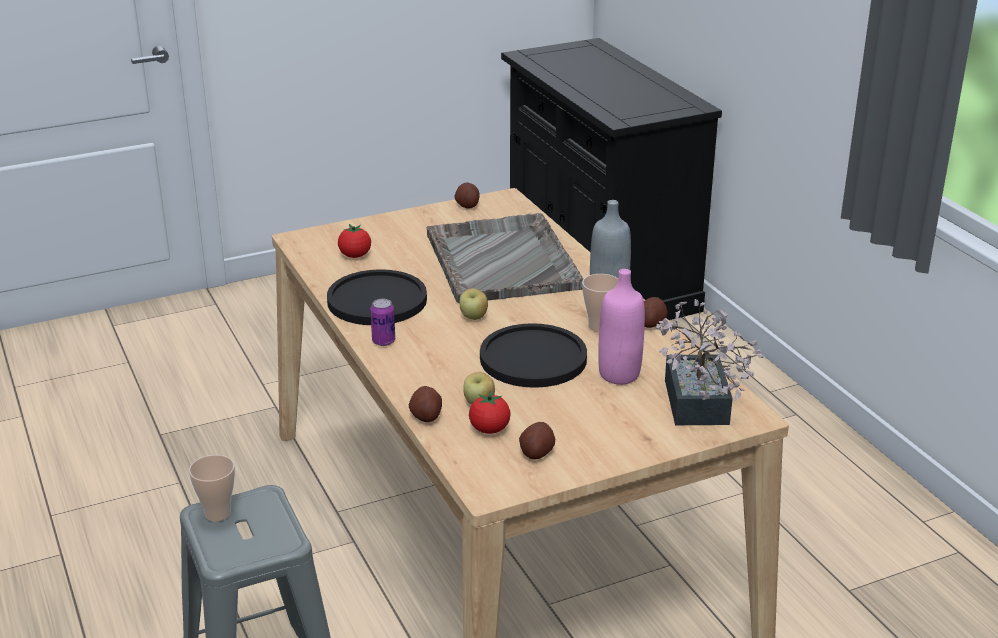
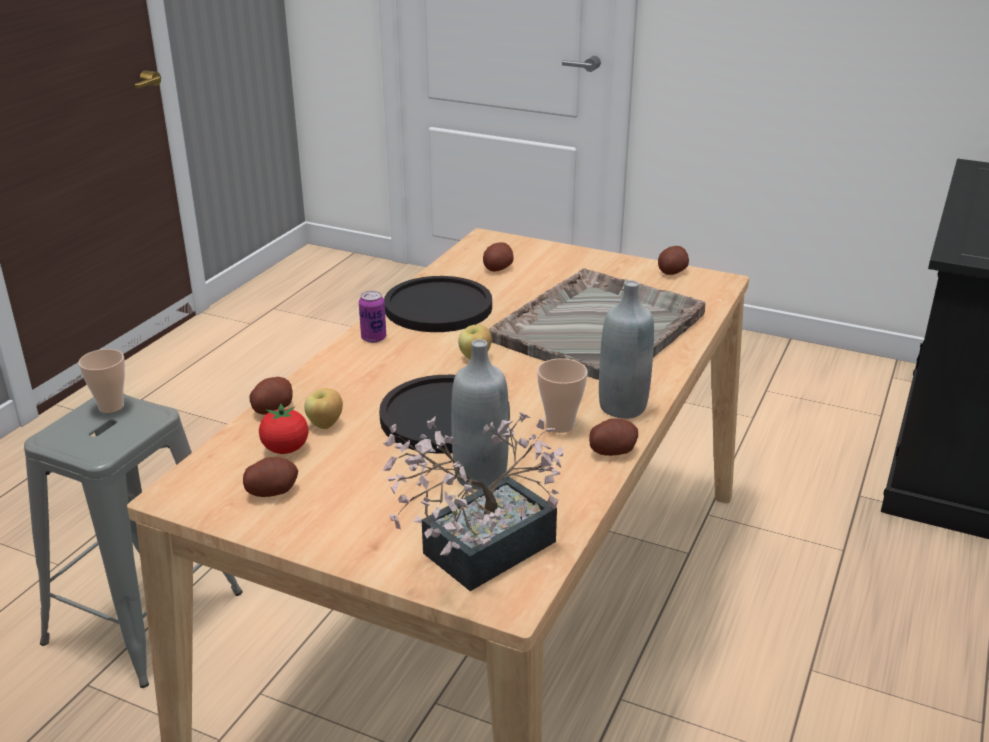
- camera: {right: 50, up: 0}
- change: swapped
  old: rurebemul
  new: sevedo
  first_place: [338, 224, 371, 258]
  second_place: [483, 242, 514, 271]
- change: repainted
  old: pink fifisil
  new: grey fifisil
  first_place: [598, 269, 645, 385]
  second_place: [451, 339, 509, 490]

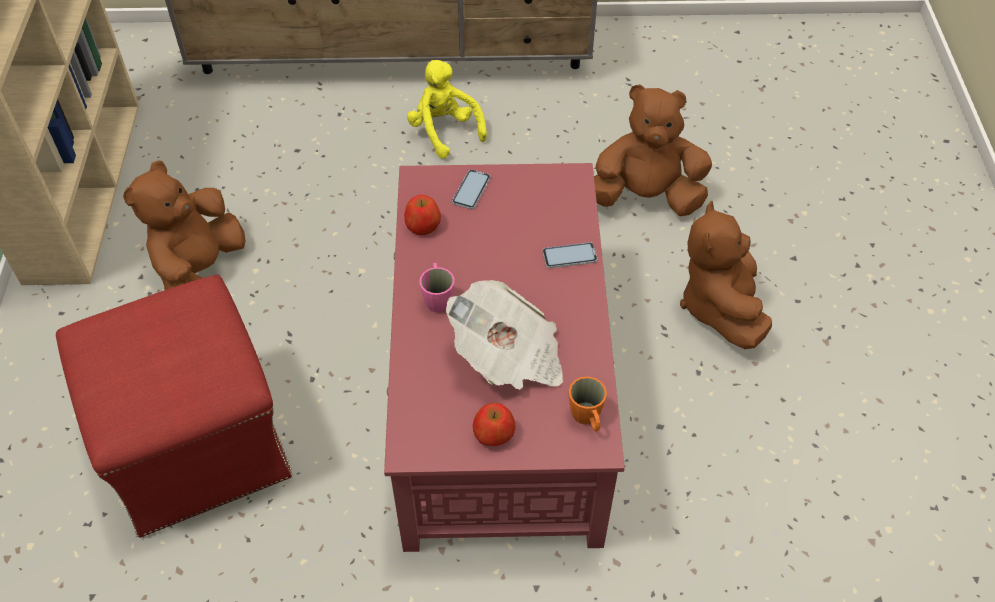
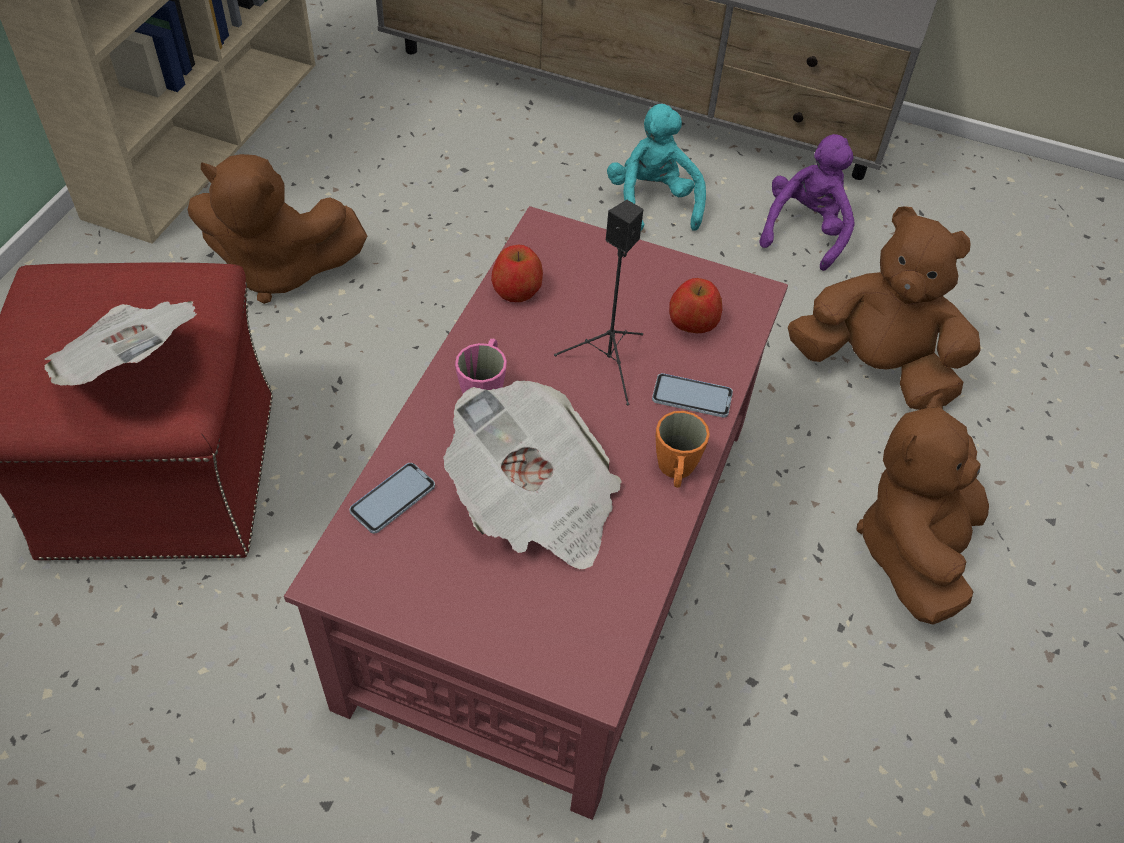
- camera: {right: 20, up: 0}
- change: new
  new: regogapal
  second_place: [44, 301, 197, 386]
- change: new
  new: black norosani
  second_place: [554, 200, 643, 406]
- change: new
  new: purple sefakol
  second_place: [759, 134, 854, 271]
- change: shifted
  old: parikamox
  first_place: [452, 170, 491, 209]
  second_place: [349, 463, 435, 534]
- change: shifted
  old: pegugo
  first_place: [473, 403, 516, 446]
  second_place: [669, 278, 722, 333]
- change: shifted
  old: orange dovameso
  first_place: [568, 376, 607, 431]
  second_place: [656, 411, 710, 488]
- change: repainted
  old: yellow sefakol
  new: turquoise sefakol
  first_place: [407, 60, 487, 159]
  second_place: [607, 104, 706, 231]
- change: rotated
  old: brown sefakol
  first_place: [123, 160, 246, 290]
  second_place: [188, 154, 367, 304]
  degrees: -120

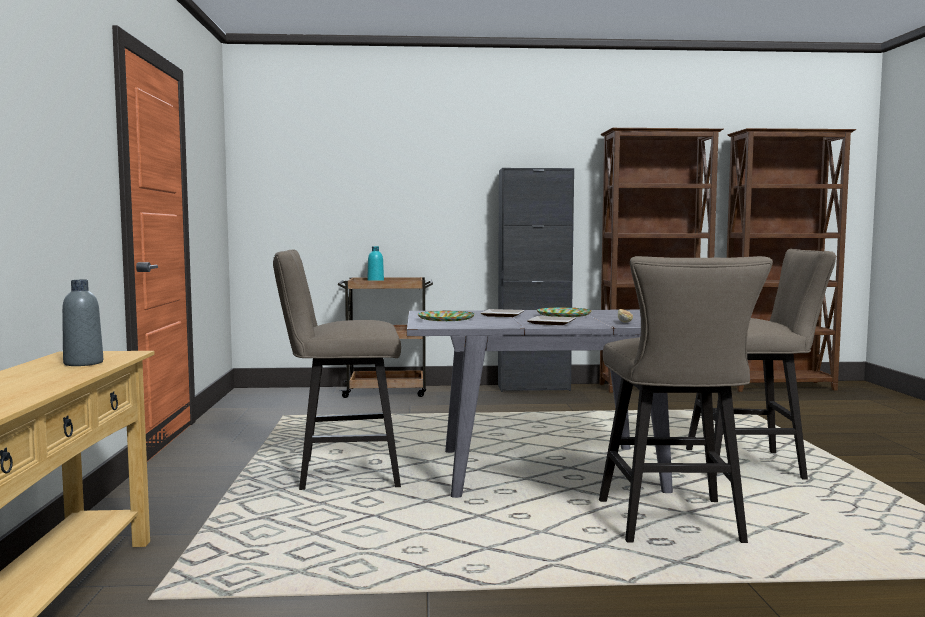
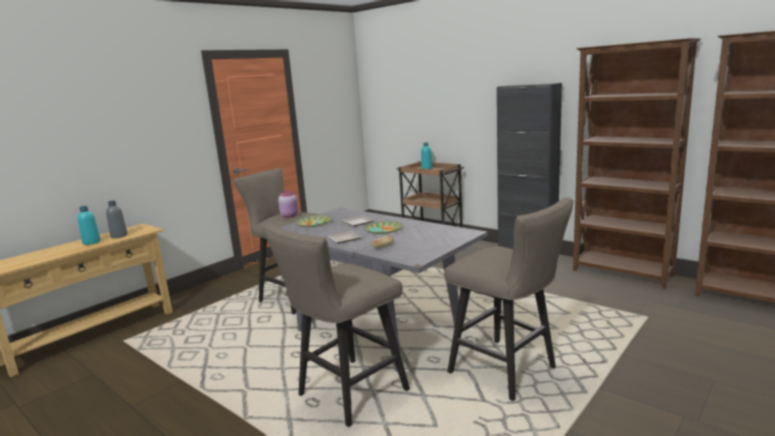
- camera: {right: 45, up: 10}
- change: new
  new: turquoise fifisil
  second_place: [78, 206, 101, 245]
- change: new
  new: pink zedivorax
  second_place: [278, 191, 298, 218]

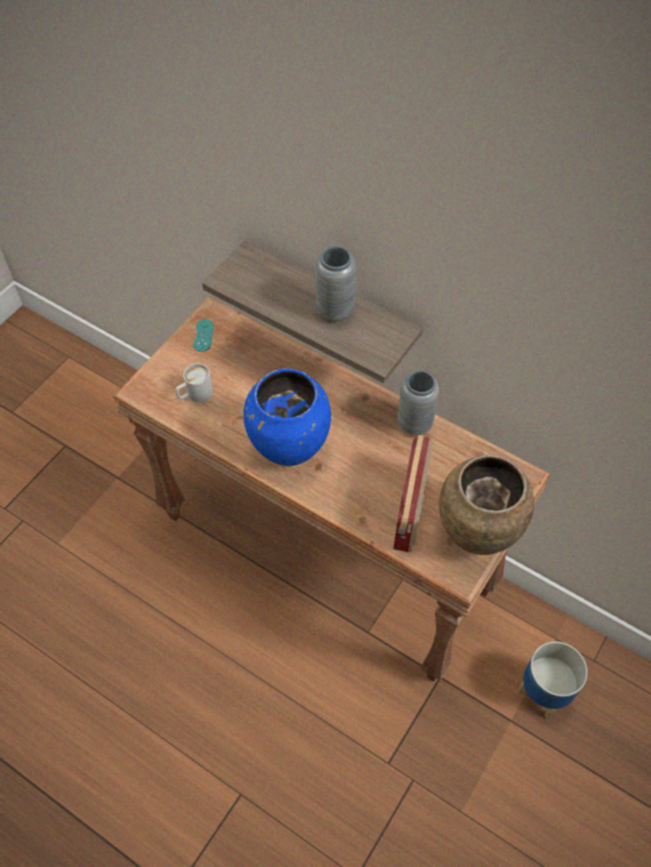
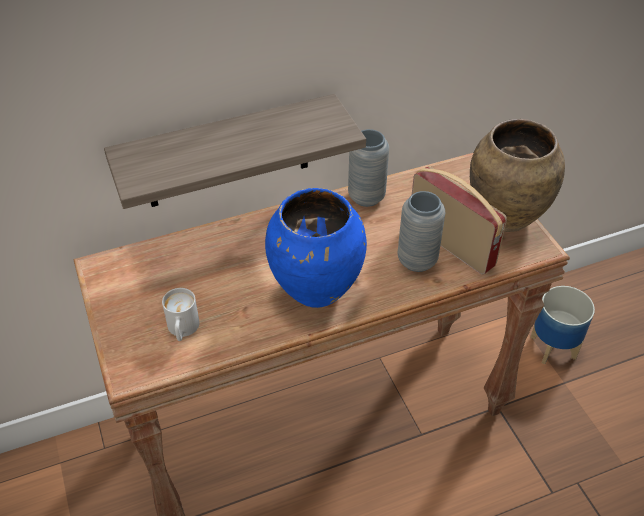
- camera: {right: -55, up: -10}
- change: gone
  old: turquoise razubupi
  first_place: [193, 319, 214, 352]
- change: shifted
  old: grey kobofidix
  first_place: [315, 246, 356, 322]
  second_place: [398, 191, 445, 272]

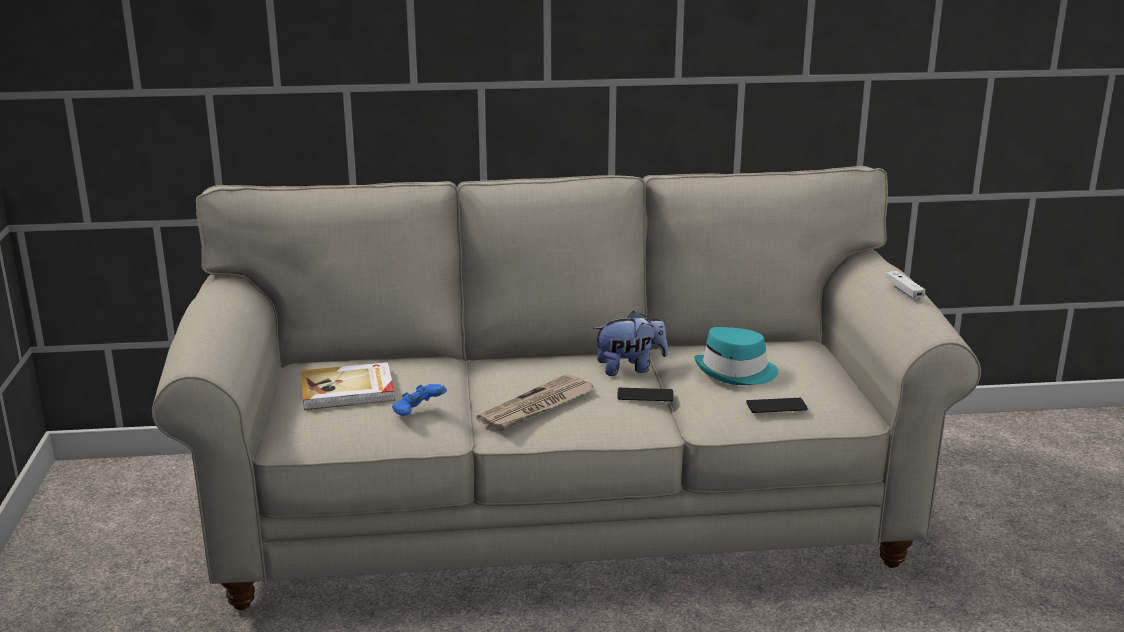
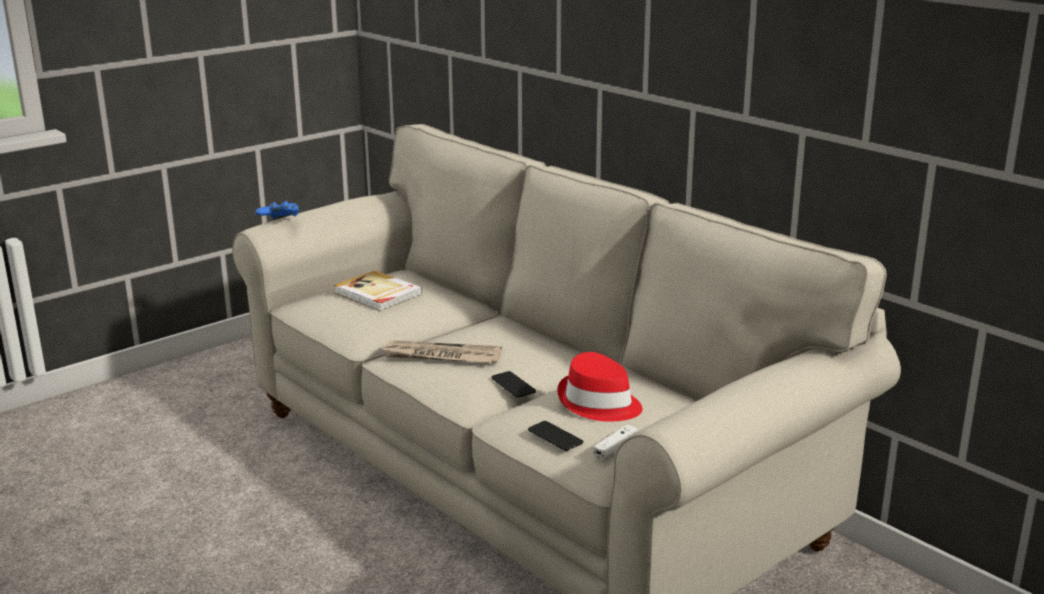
- camera: {right: 55, up: 0}
- change: gone
  old: sefakol
  first_place: [593, 311, 668, 376]
- change: shifted
  old: blue razubupi
  first_place: [392, 384, 447, 416]
  second_place: [255, 201, 299, 218]
- change: shifted
  old: white razubupi
  first_place: [885, 271, 925, 300]
  second_place: [593, 424, 638, 460]
- change: repainted
  old: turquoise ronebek
  new: red ronebek
  first_place: [694, 327, 778, 385]
  second_place: [557, 352, 642, 422]

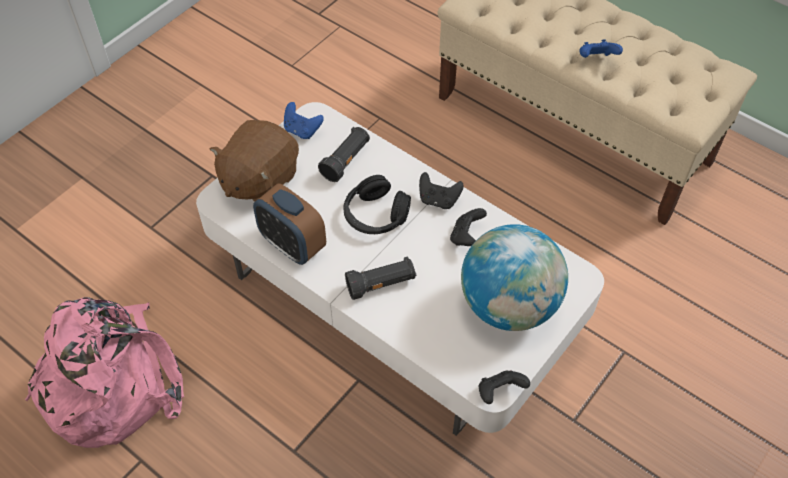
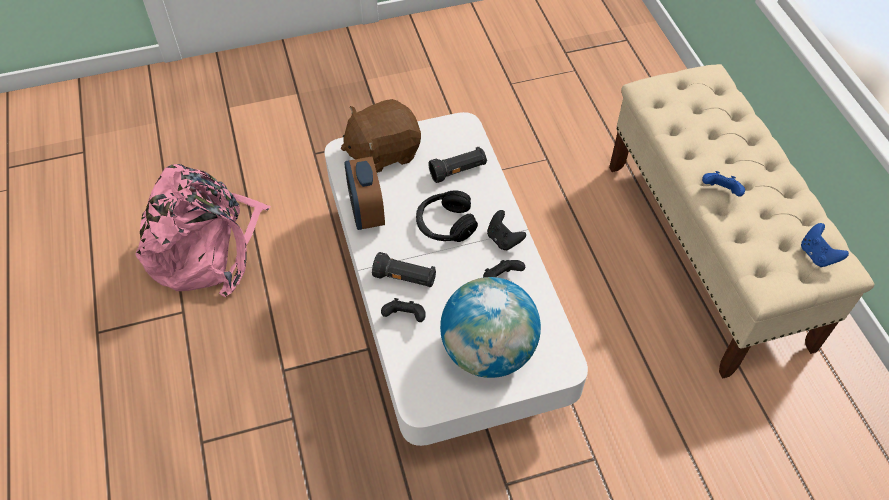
- camera: {right: 35, up: 0}
- change: shifted
  old: blue razubupi
  first_place: [284, 102, 324, 139]
  second_place: [801, 223, 849, 267]
- change: shifted
  old: black razubupi
  first_place: [479, 371, 530, 404]
  second_place: [381, 298, 426, 322]

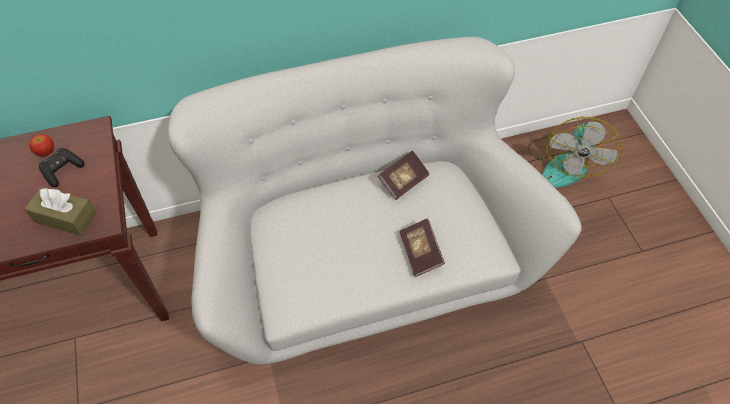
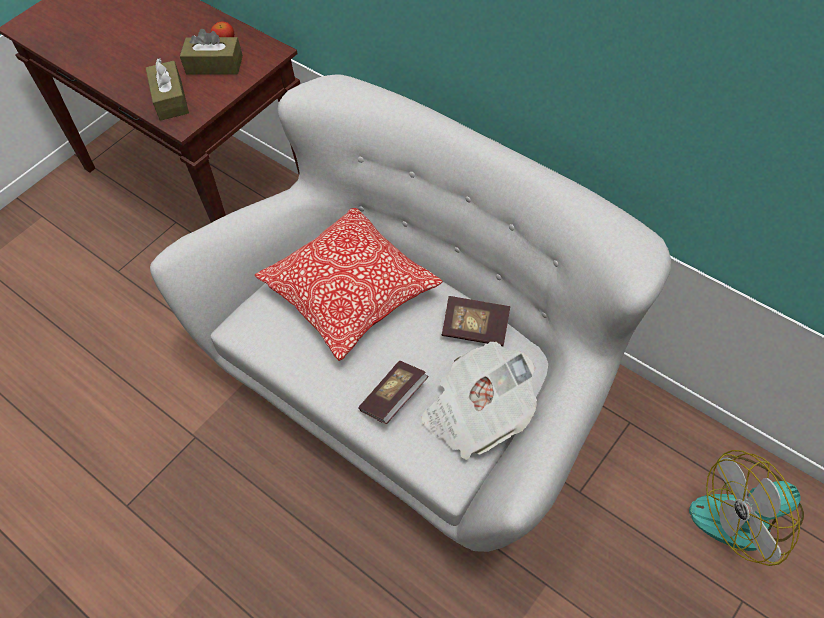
- camera: {right: 60, up: 0}
- change: new
  new: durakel
  second_place: [254, 208, 443, 361]
- change: new
  new: regogapal
  second_place: [422, 342, 537, 460]
- change: swapped
  old: black razubupi
  new: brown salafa
  first_place: [39, 148, 84, 187]
  second_place: [180, 29, 243, 75]

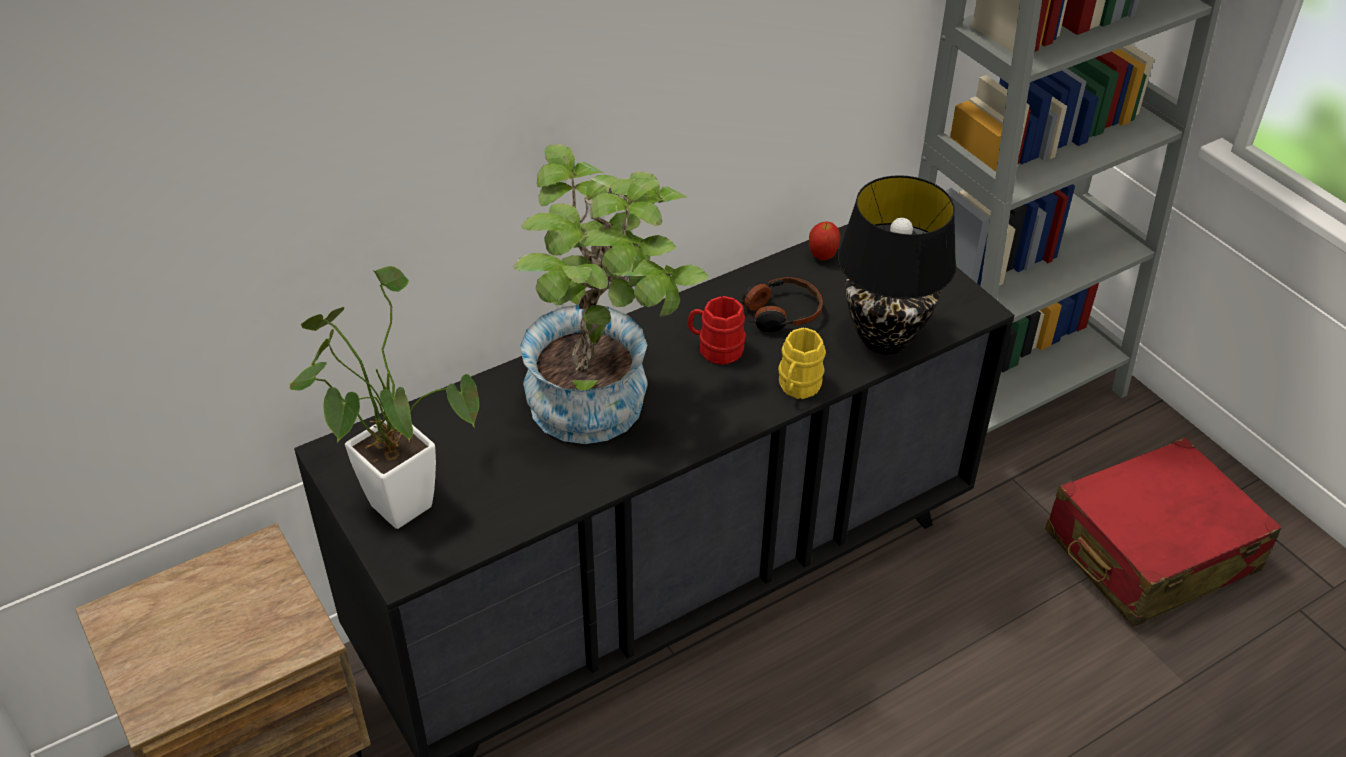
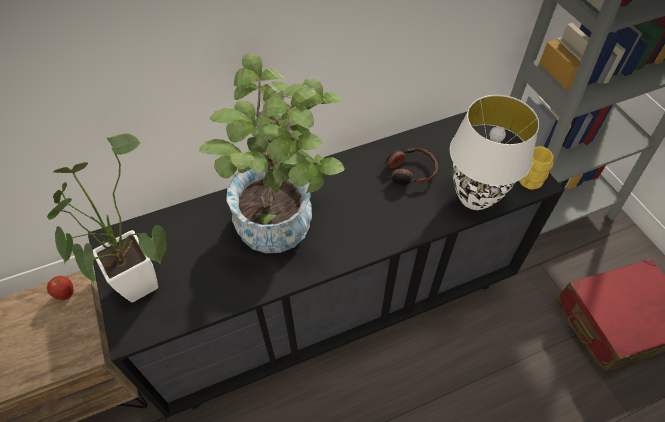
- camera: {right: 10, up: 10}
- change: gone
  old: red dovameso
  first_place: [688, 296, 746, 365]
- change: shifted
  old: yellow dovameso
  first_place: [778, 327, 826, 399]
  second_place: [519, 146, 554, 190]
- change: shifted
  old: pegugo
  first_place: [809, 222, 841, 261]
  second_place: [47, 276, 74, 300]
- change: repainted
  old: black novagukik
  new: white novagukik
  first_place: [838, 175, 956, 354]
  second_place: [450, 95, 539, 210]

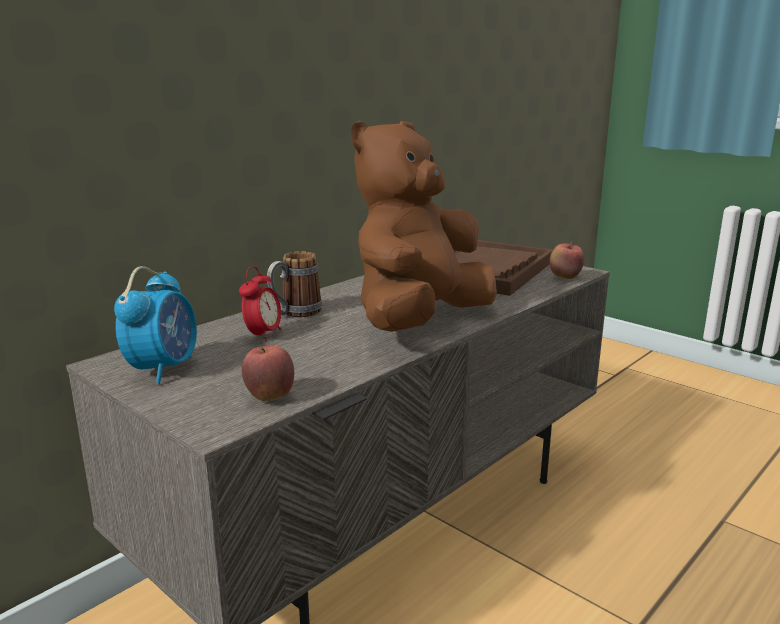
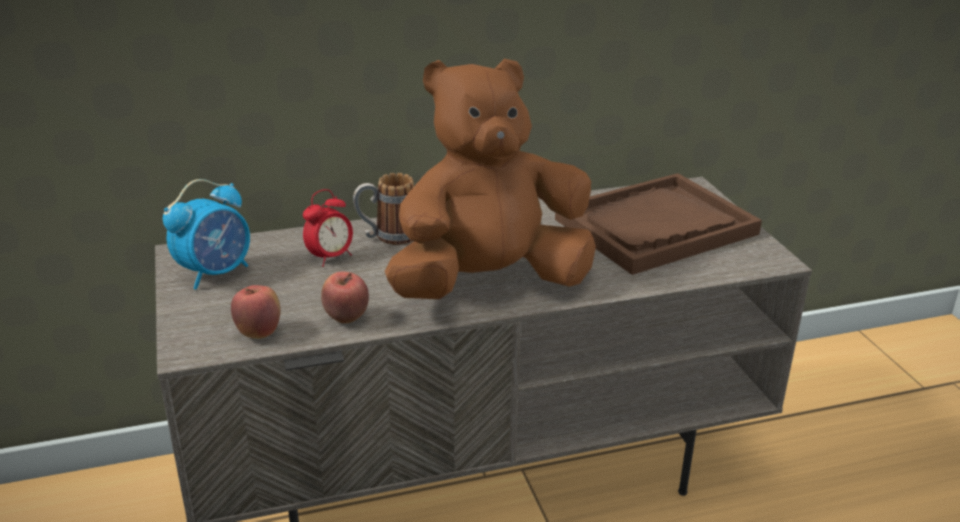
- camera: {right: 30, up: 10}
- change: shifted
  old: pegugo
  first_place: [550, 241, 584, 279]
  second_place: [321, 272, 369, 323]

